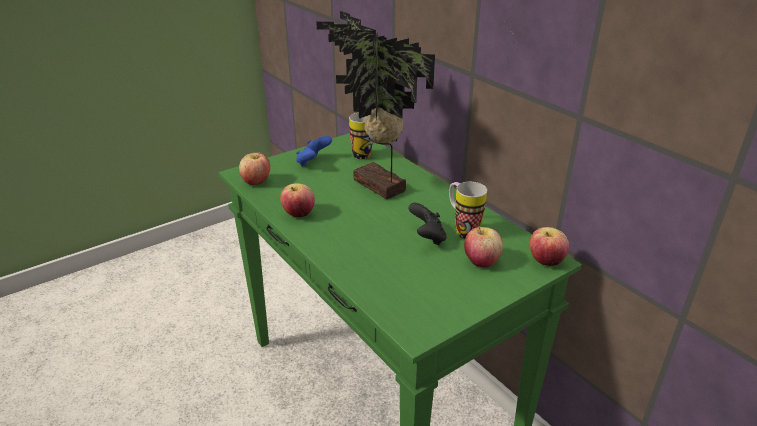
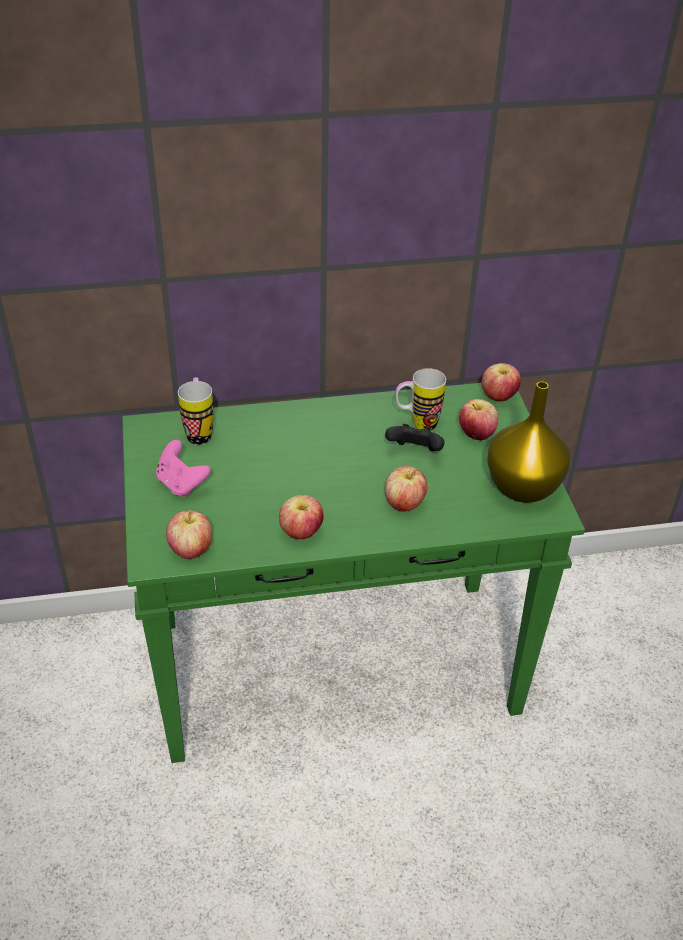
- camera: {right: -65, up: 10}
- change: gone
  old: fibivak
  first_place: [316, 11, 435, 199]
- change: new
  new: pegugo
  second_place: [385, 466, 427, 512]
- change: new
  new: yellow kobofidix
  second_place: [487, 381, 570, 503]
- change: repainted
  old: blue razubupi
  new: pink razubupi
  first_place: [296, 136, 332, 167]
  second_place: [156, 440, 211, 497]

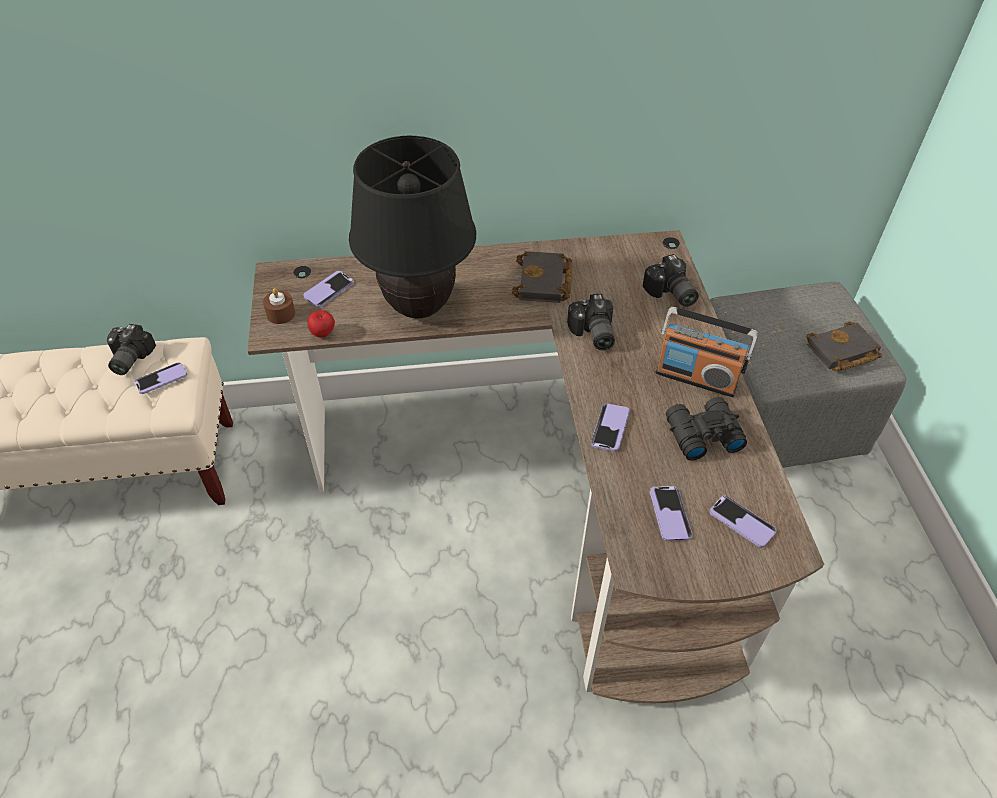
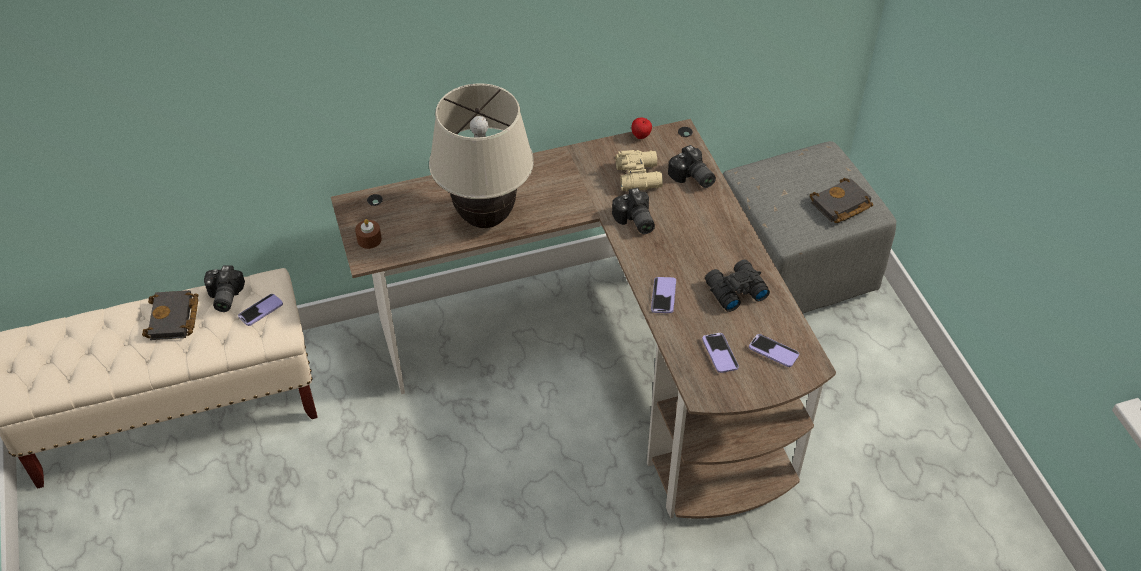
- camera: {right: -10, up: 0}
- change: gone
  old: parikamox
  first_place: [303, 271, 354, 308]
- change: gone
  old: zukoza
  first_place: [656, 306, 758, 397]
- change: new
  new: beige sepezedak
  second_place: [615, 150, 663, 191]
- change: shifted
  old: pegugo
  first_place: [307, 310, 335, 338]
  second_place: [631, 118, 652, 139]
- change: shifted
  old: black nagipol
  first_place: [512, 251, 573, 303]
  second_place: [142, 290, 198, 340]
- change: repainted
  old: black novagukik
  new: beige novagukik
  first_place: [349, 136, 476, 318]
  second_place: [429, 83, 534, 228]

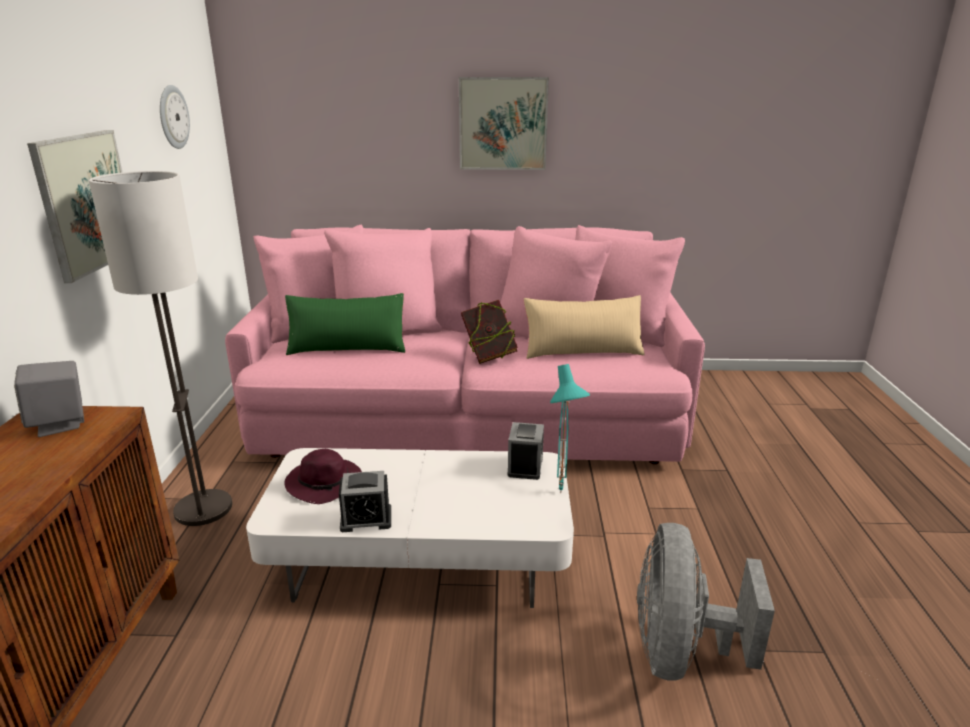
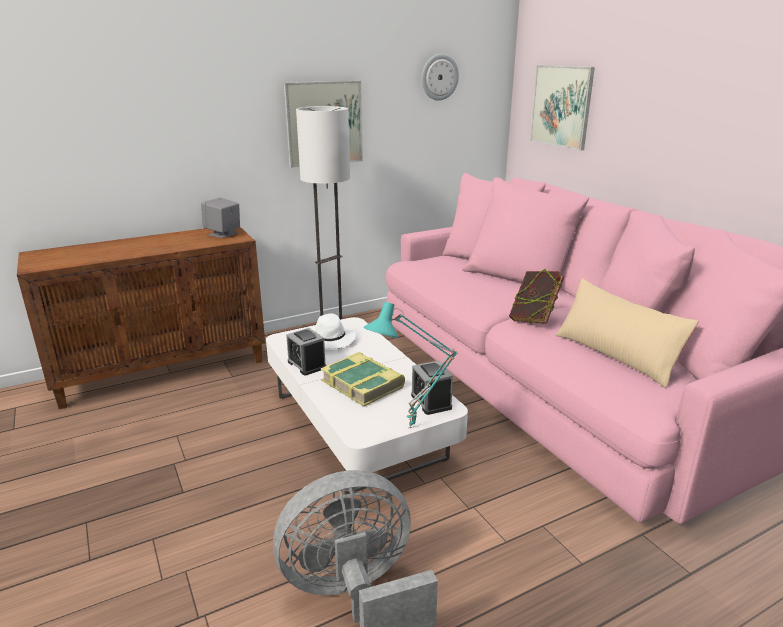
- camera: {right: 60, up: 0}
- change: gone
  old: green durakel
  first_place: [285, 293, 405, 355]
- change: new
  new: nagipol
  second_place: [320, 352, 405, 407]
- change: shifted
  old: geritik
  first_place: [459, 77, 549, 170]
  second_place: [530, 65, 595, 150]
- change: repainted
  old: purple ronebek
  new: white ronebek
  first_place: [284, 449, 362, 504]
  second_place: [311, 313, 356, 349]
- change: rotated
  old: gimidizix
  first_place: [508, 422, 544, 480]
  second_place: [411, 361, 453, 415]
  degrees: 90

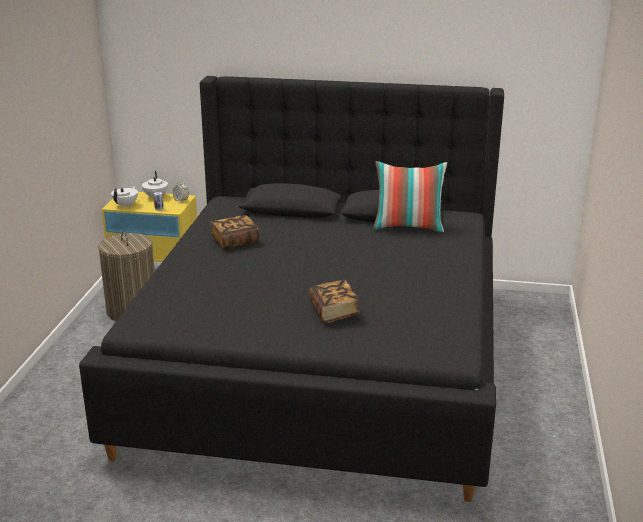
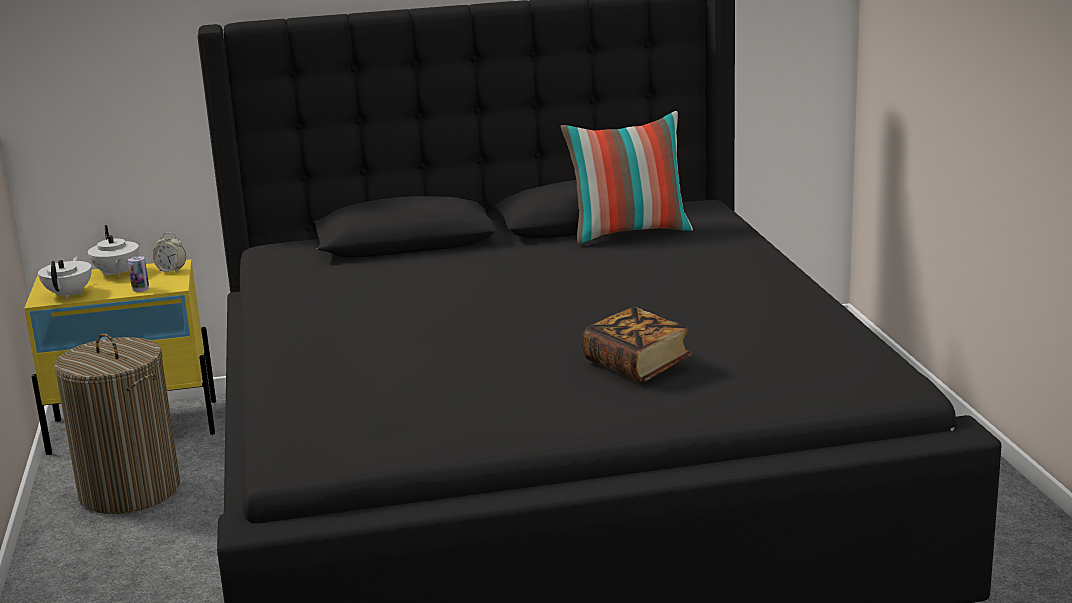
- camera: {right: -20, up: -5}
- change: gone
  old: nagipol
  first_place: [210, 215, 259, 249]

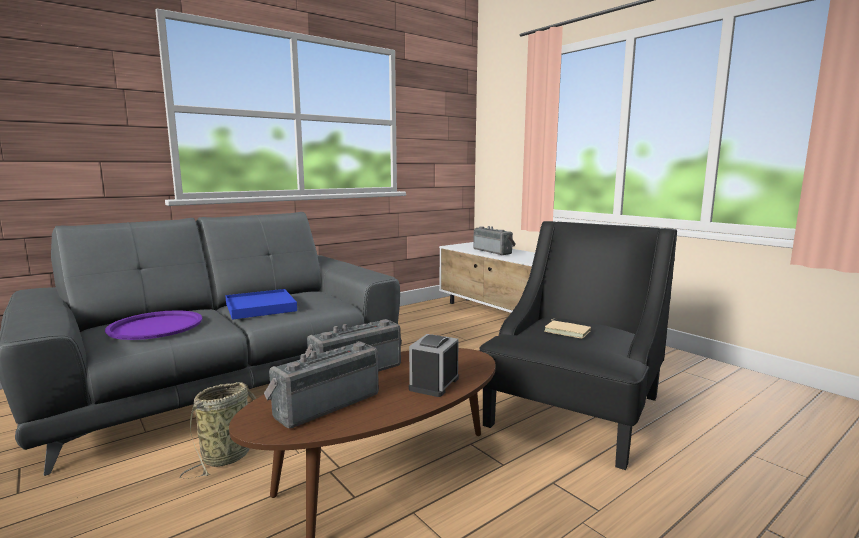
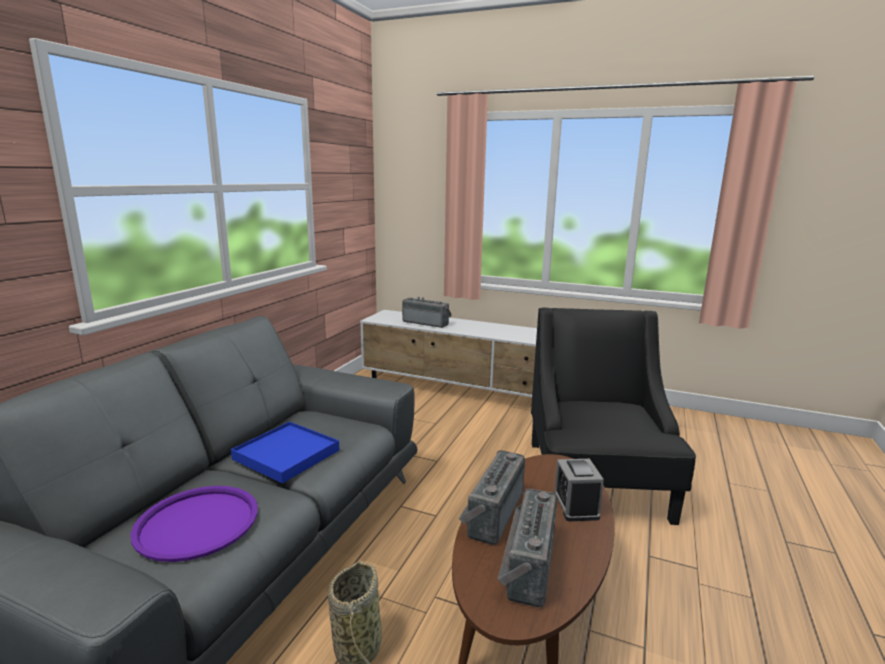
- camera: {right: -30, up: 5}
- change: gone
  old: beige nagipol
  first_place: [544, 320, 591, 339]

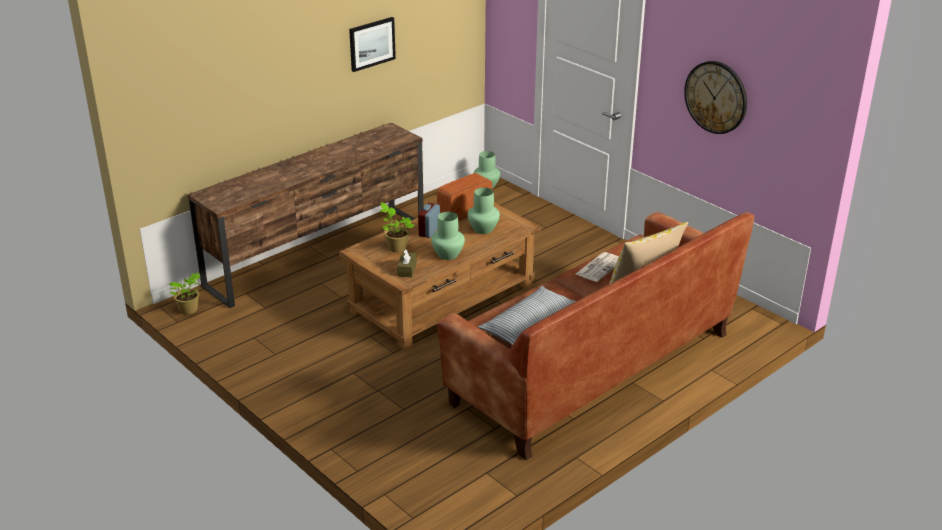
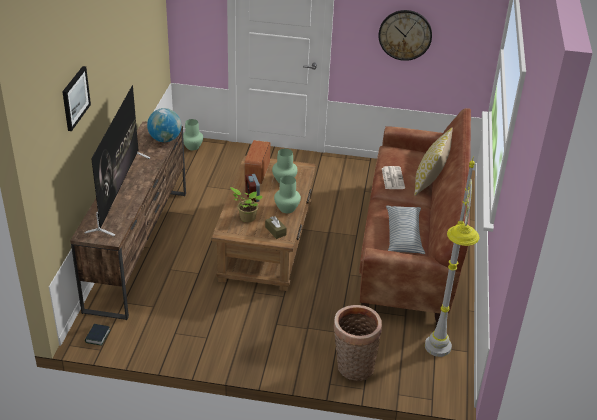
- camera: {right: -40, up: 5}
- change: new
  new: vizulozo
  second_place: [85, 85, 150, 236]
- change: new
  new: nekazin
  second_place: [147, 108, 182, 142]
- change: new
  new: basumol
  second_place: [333, 305, 382, 381]
- change: new
  new: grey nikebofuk
  second_place: [425, 156, 480, 357]
- change: shifted
  old: geritik
  first_place: [349, 17, 396, 72]
  second_place: [62, 66, 91, 131]
- change: swapped
  old: fibivak
  new: nagipol
  first_place: [168, 273, 201, 315]
  second_place: [85, 324, 111, 346]

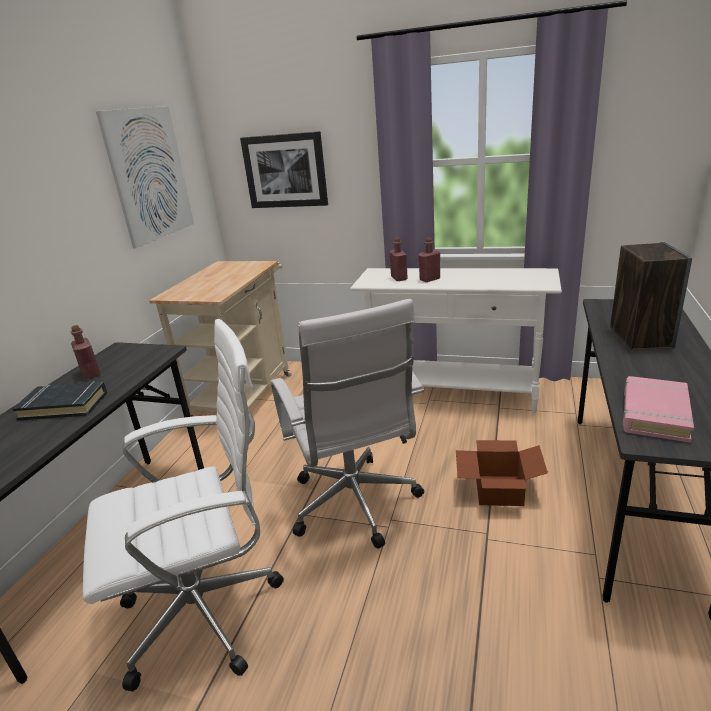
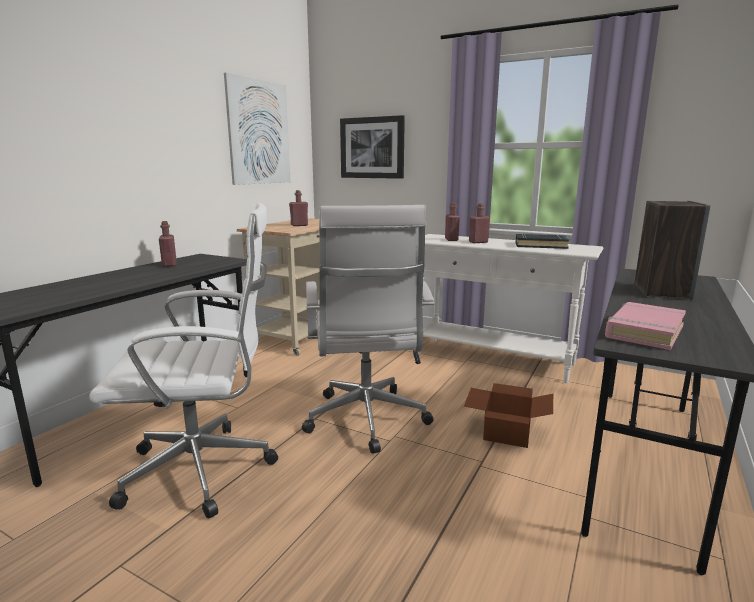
- camera: {right: 10, up: -10}
- change: new
  new: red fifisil
  second_place: [289, 190, 308, 226]
- change: shifted
  old: black nagipol
  first_place: [13, 381, 107, 421]
  second_place: [515, 234, 569, 249]

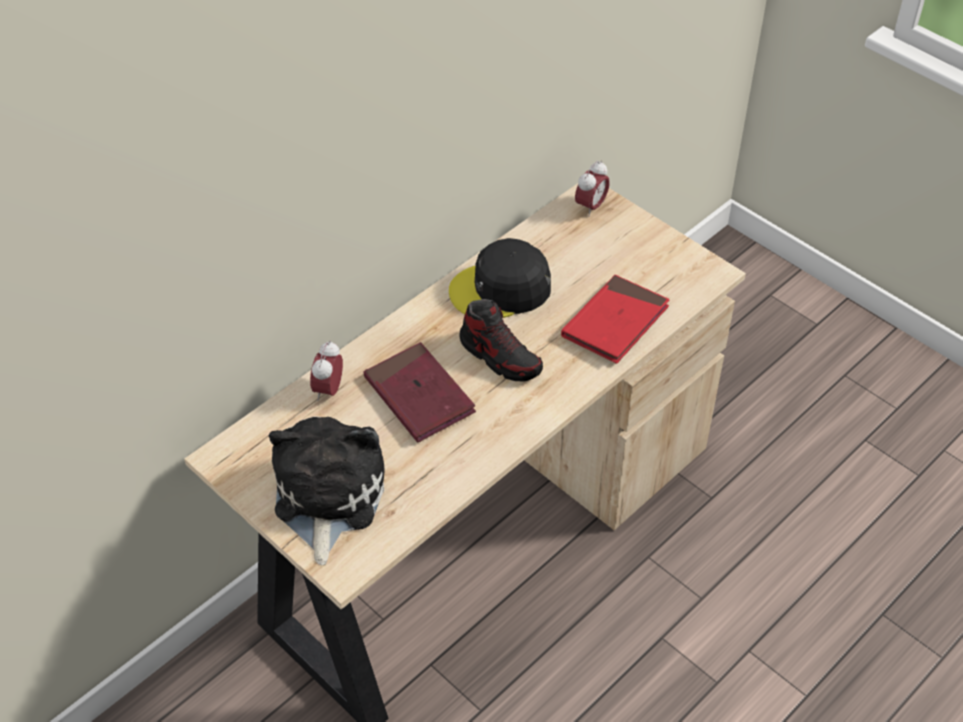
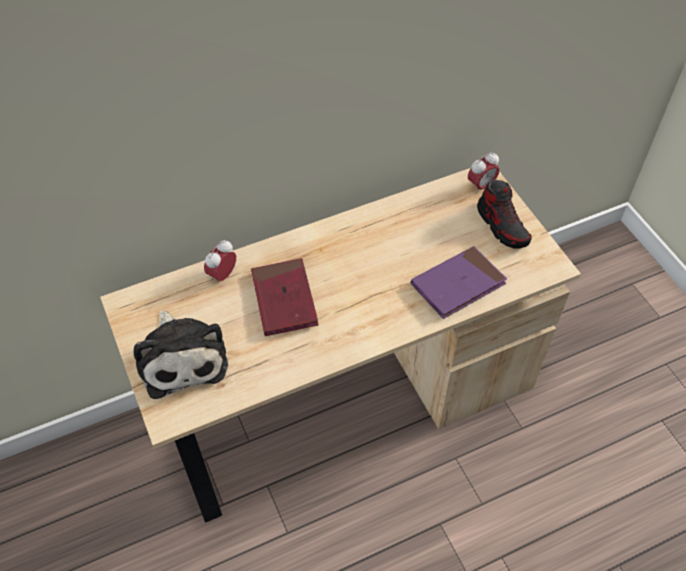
- camera: {right: 20, up: 5}
- change: gone
  old: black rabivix
  first_place: [449, 238, 551, 318]
- change: shifted
  old: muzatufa
  first_place: [459, 299, 543, 382]
  second_place: [477, 180, 532, 249]
- change: repainted
  old: red nagipol
  new: purple nagipol
  first_place: [561, 275, 670, 364]
  second_place: [411, 246, 507, 319]
- change: rotated
  old: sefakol
  first_place: [269, 416, 384, 565]
  second_place: [134, 311, 228, 399]
  degrees: 135

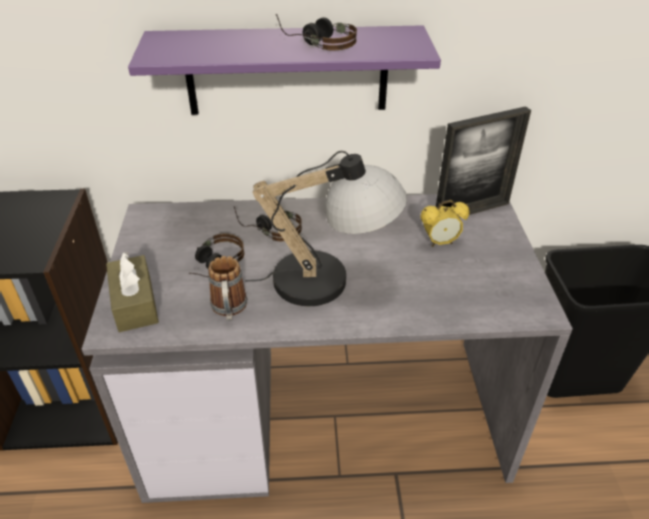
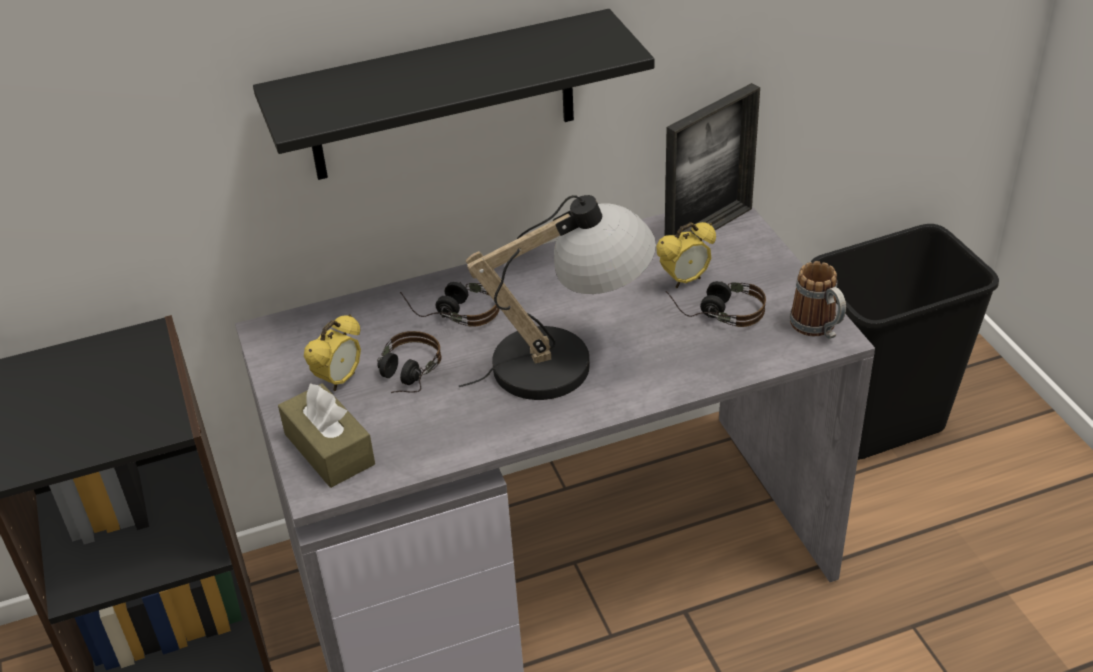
- camera: {right: -15, up: 0}
- change: new
  new: gimidizix
  second_place: [304, 314, 361, 392]
- change: shifted
  old: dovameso
  first_place: [208, 256, 247, 321]
  second_place: [790, 261, 846, 339]
- change: shifted
  old: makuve
  first_place: [276, 14, 357, 51]
  second_place: [666, 281, 766, 327]
- change: repainted
  old: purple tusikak
  new: black tusikak
  first_place: [128, 25, 441, 115]
  second_place: [253, 9, 655, 180]

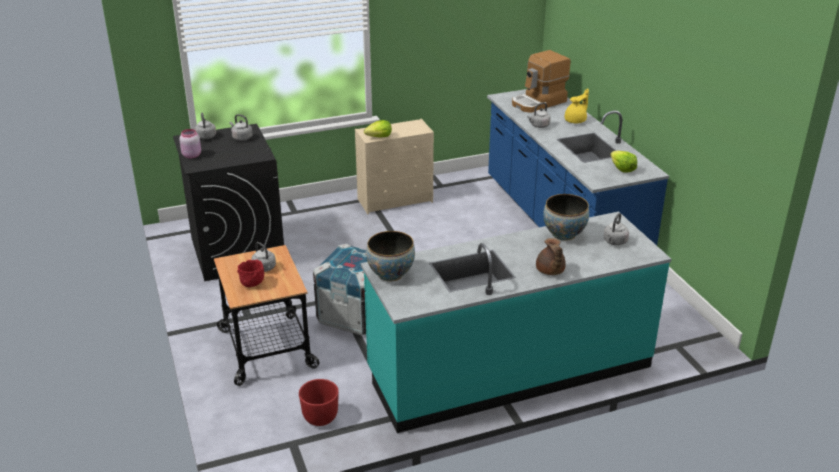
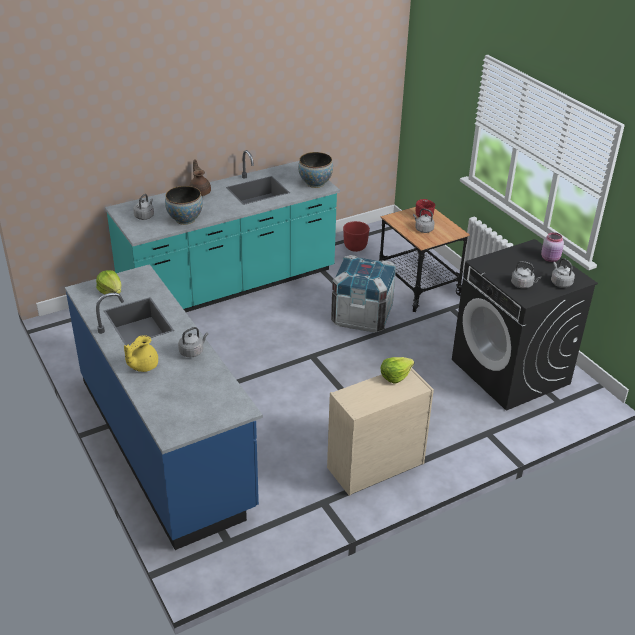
- camera: {right: 170, up: 5}
- change: gone
  old: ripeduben
  first_place: [512, 50, 570, 113]

